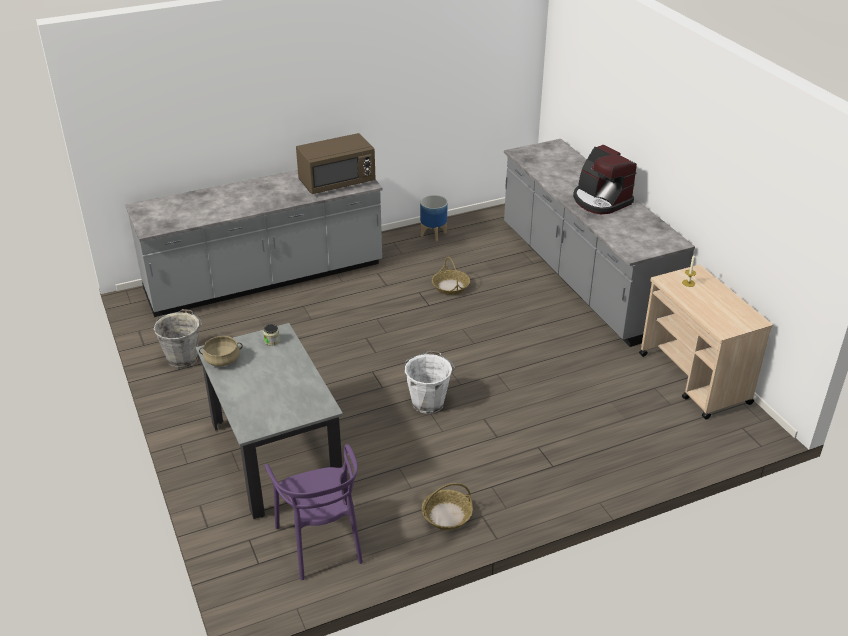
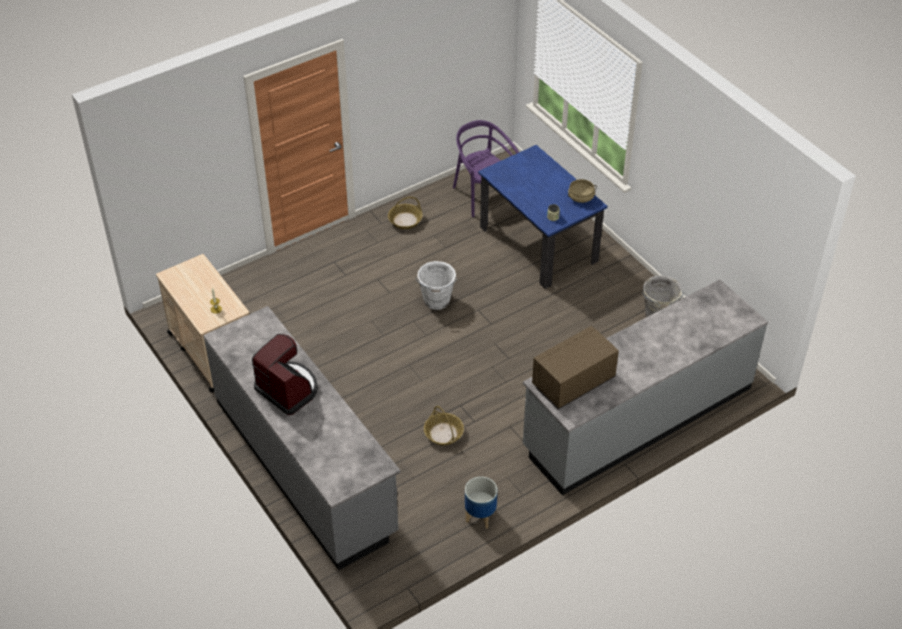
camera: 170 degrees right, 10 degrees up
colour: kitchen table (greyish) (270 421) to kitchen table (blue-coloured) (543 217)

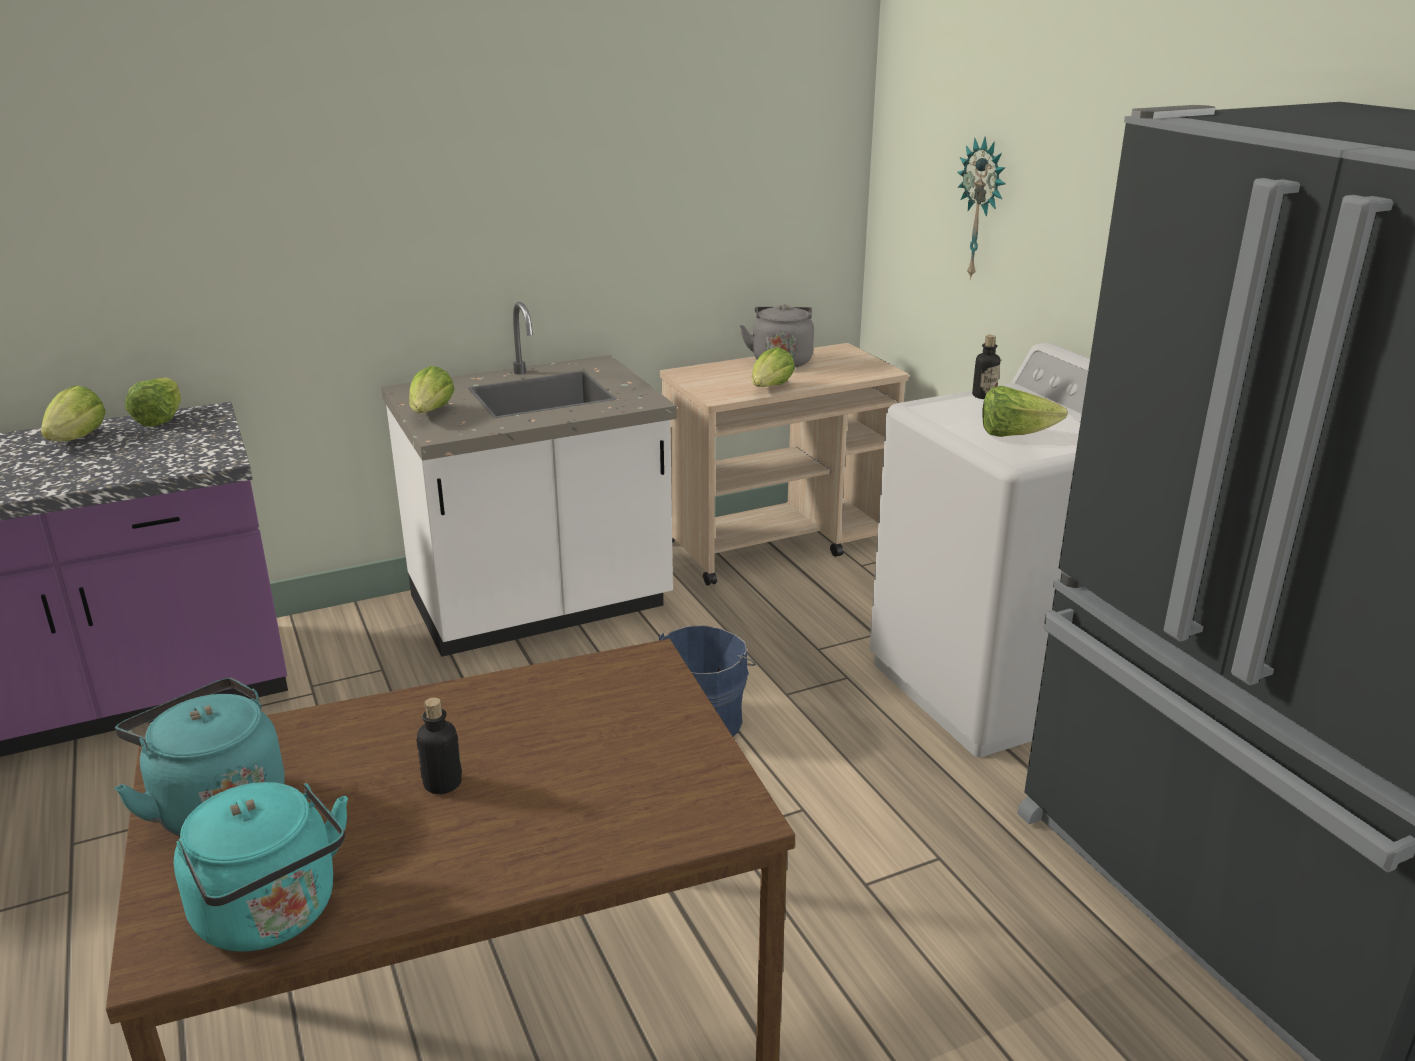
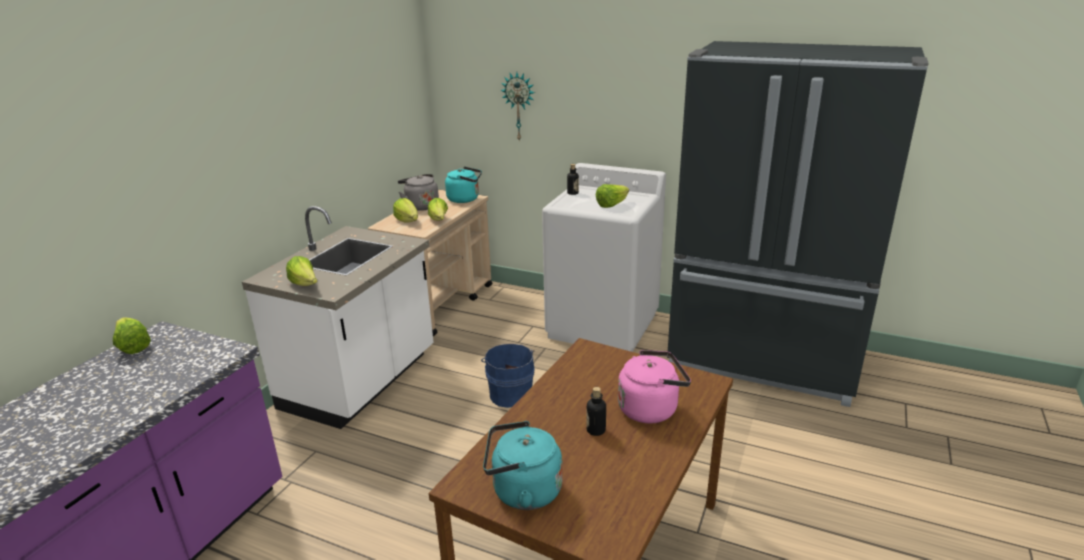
camera: 40 degrees left, 0 degrees up
appeared: water kettle (pinkish) (654 386)
relocated: lettuce (73 413) to (405 210); water kettle (blue-green) (261 867) to (463 185)

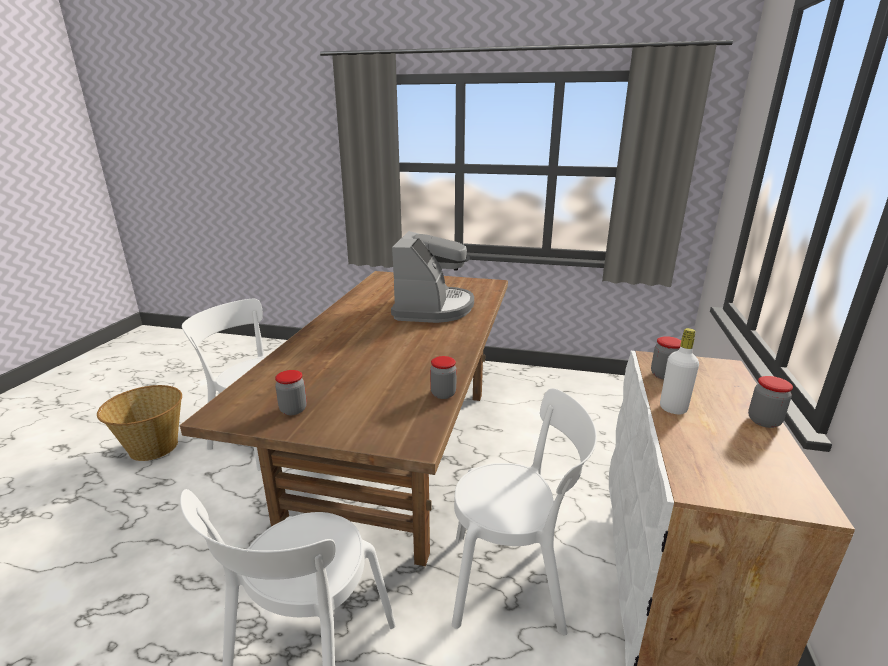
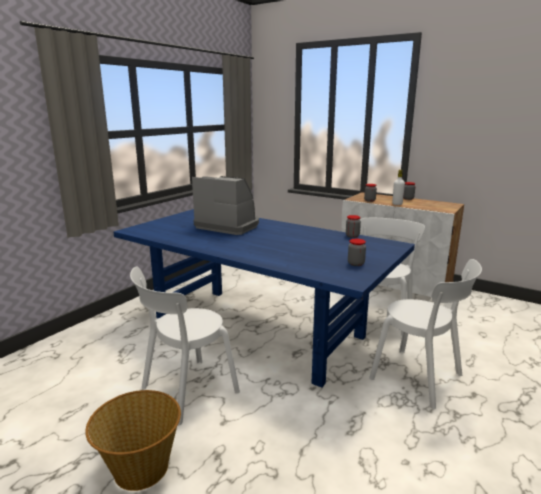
camera: 70 degrees left, 5 degrees down
colour: kitchen table (brown) (344 418) to kitchen table (blue-coloured) (264 298)

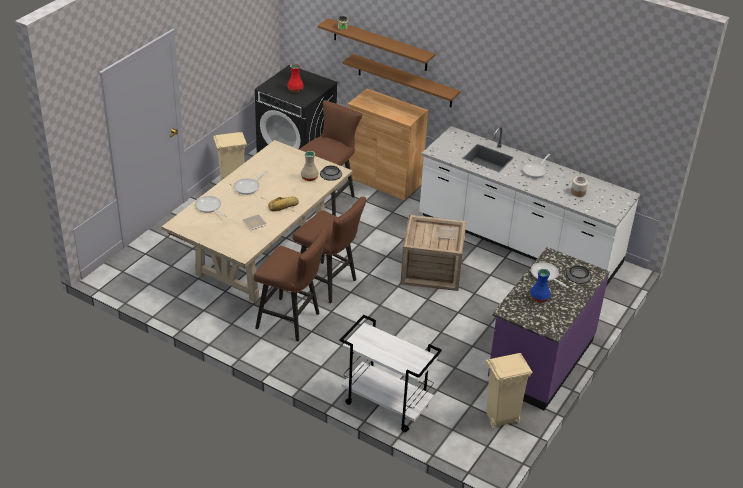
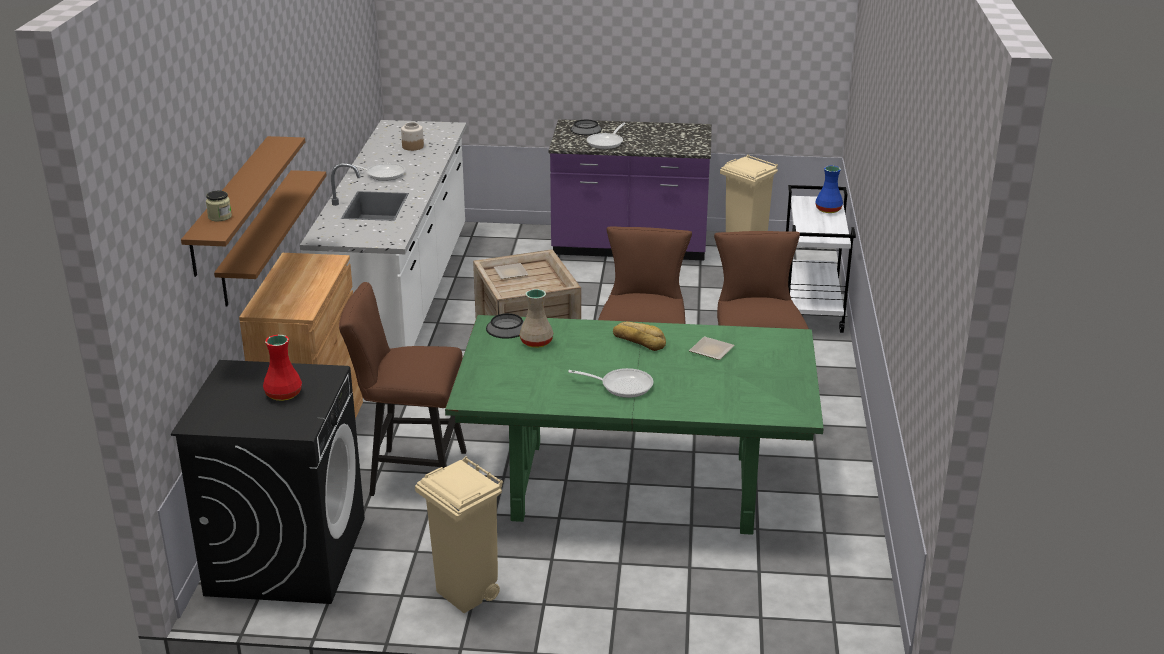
camera: 115 degrees left, 10 degrees down
missing: frying pan (211 206)
relocated: vase (blue-coloured) (540 285) to (829 189)
colour: kitchen table (beige) (257 221) to kitchen table (greenish) (634 425)

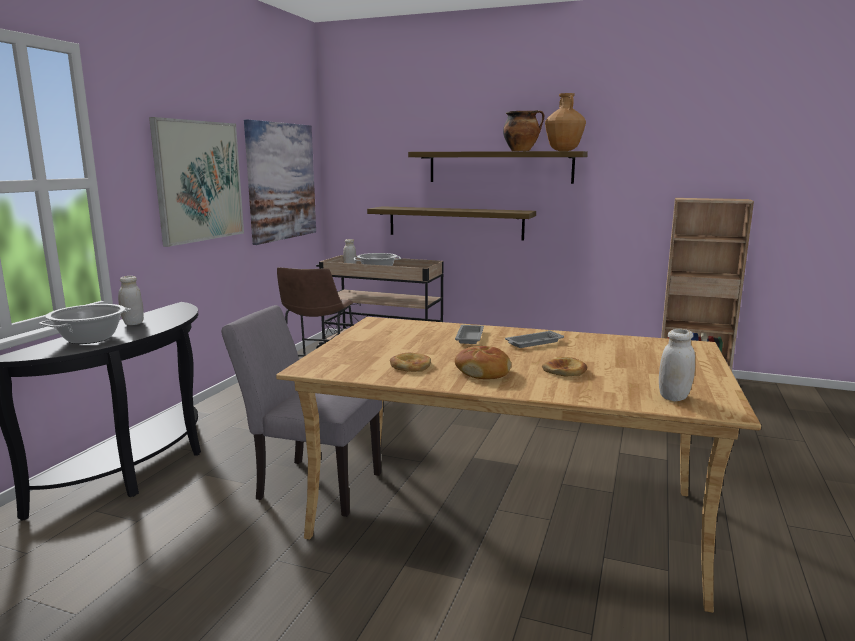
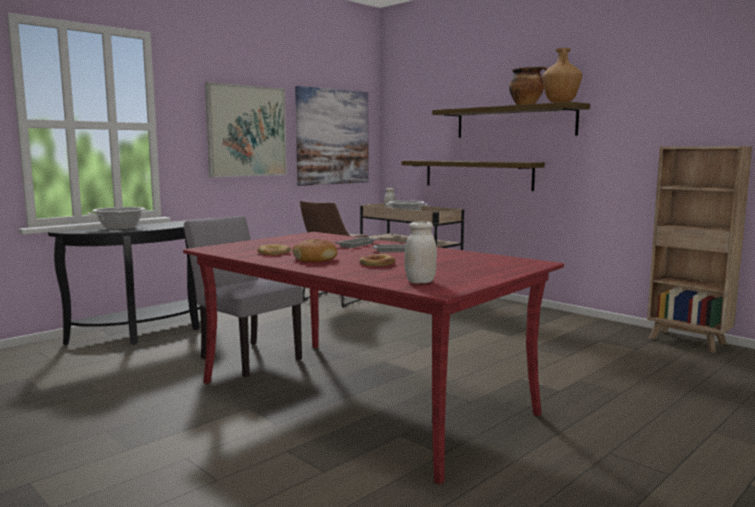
camera: 25 degrees right, 5 degrees down
missing: storage jar (white) (131 300)
colour: kitchen table (beige) (518 465) to kitchen table (reddish) (373 358)

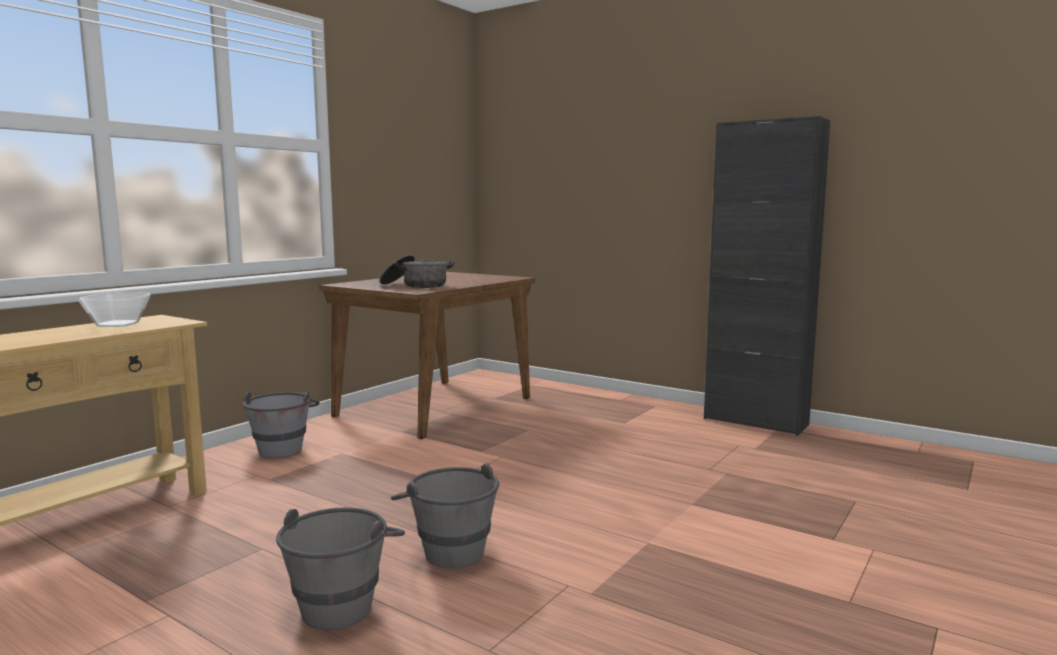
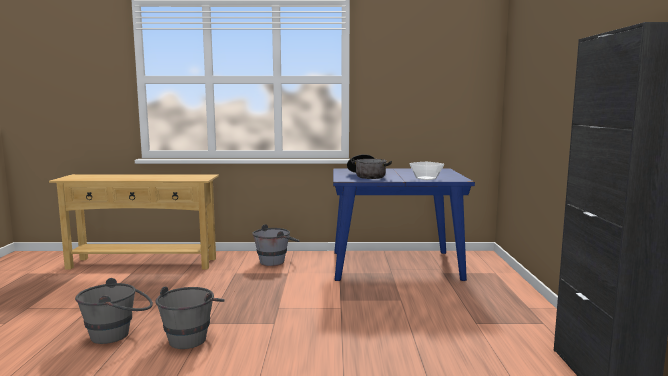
camera: 55 degrees right, 0 degrees up
relocated: bowl (114 309) to (427 171)
colour: kitchen table (brown) (427 355) to kitchen table (blue-coloured) (404 224)

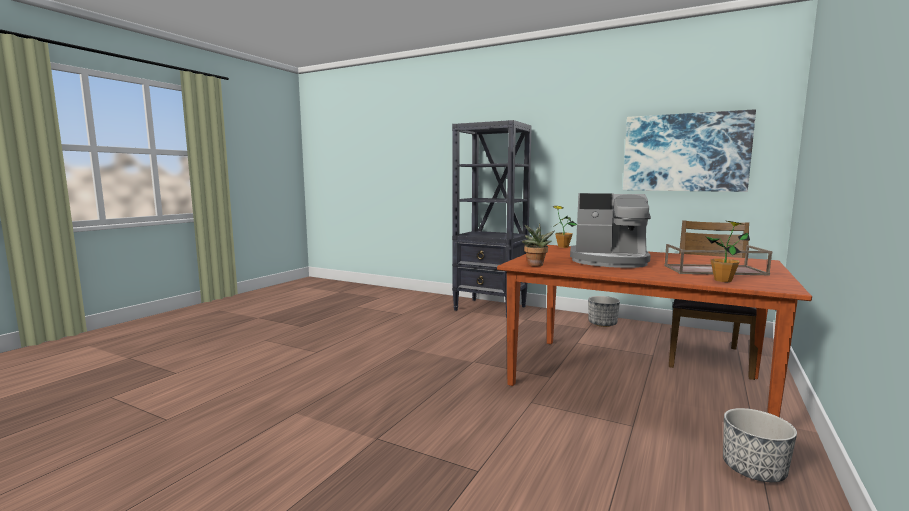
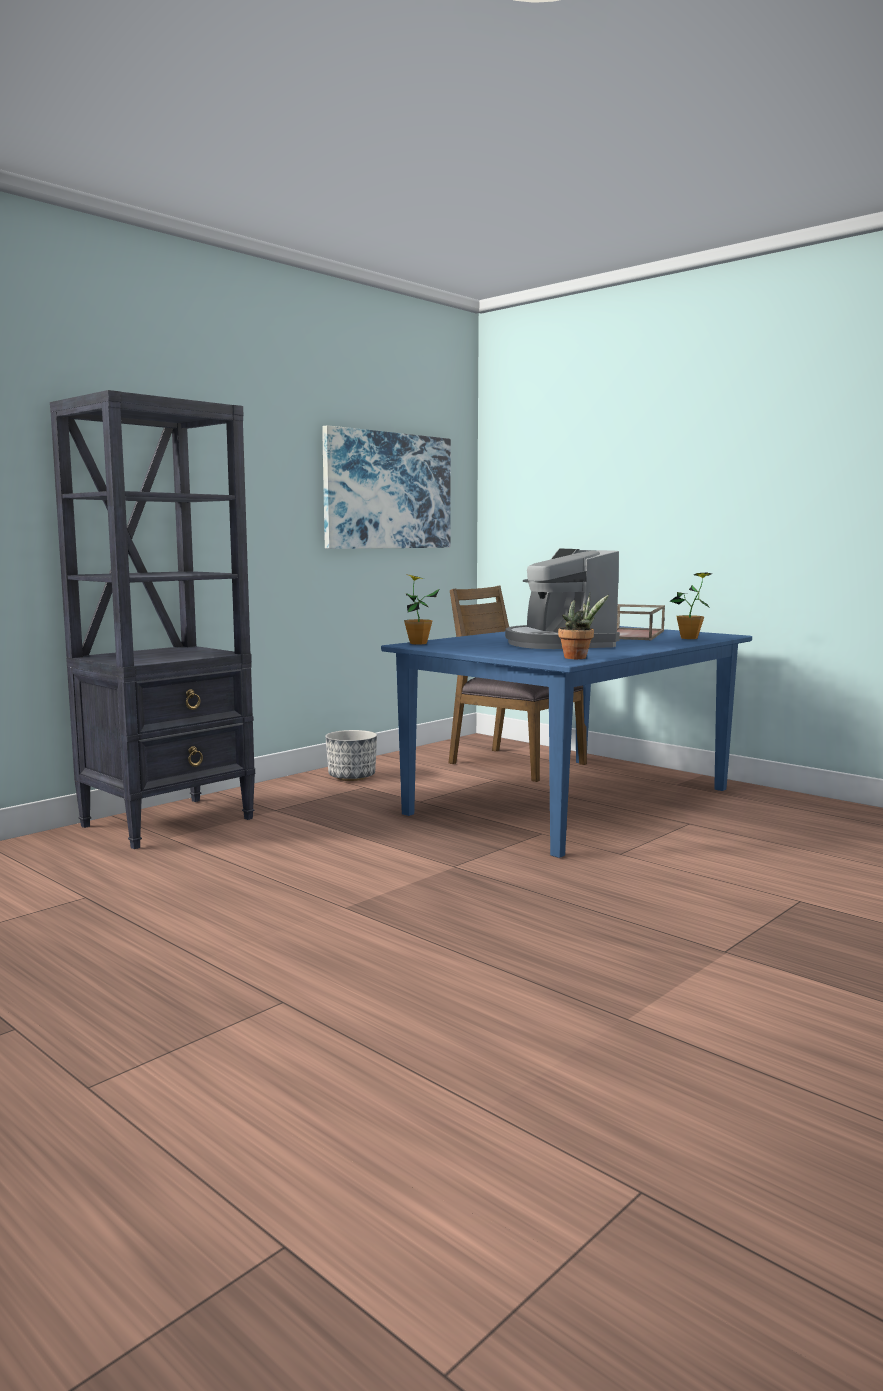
camera: 75 degrees left, 0 degrees up
missing: flower pot (760 445)
colour: kitchen table (brown) (654 331) to kitchen table (blue-coloured) (566 742)
spun: coffee maker (610 230) = (562 599) 135 degrees clockwise

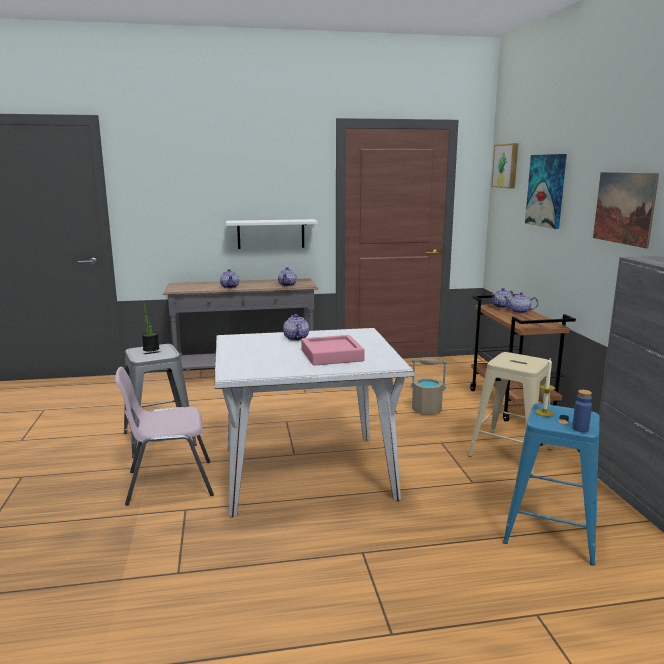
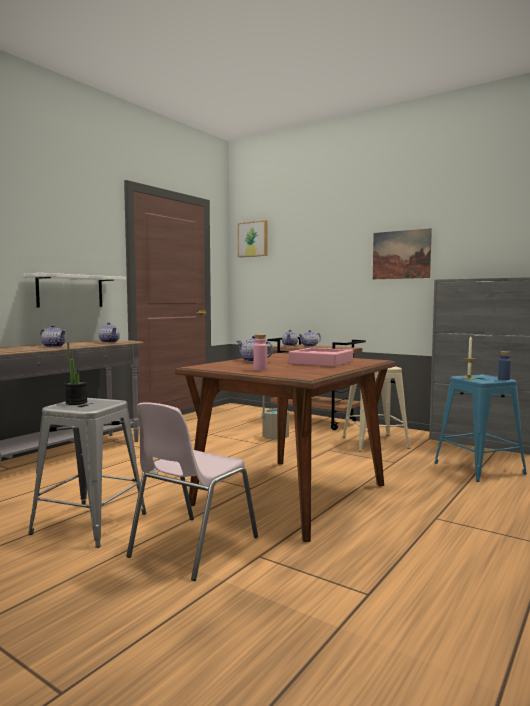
camera: 45 degrees left, 10 degrees down
missing: picture (546 191)
appeared: drink bottle (pinkish) (260 352)
colour: kitchen table (white) (314 422) to kitchen table (brown) (285 447)

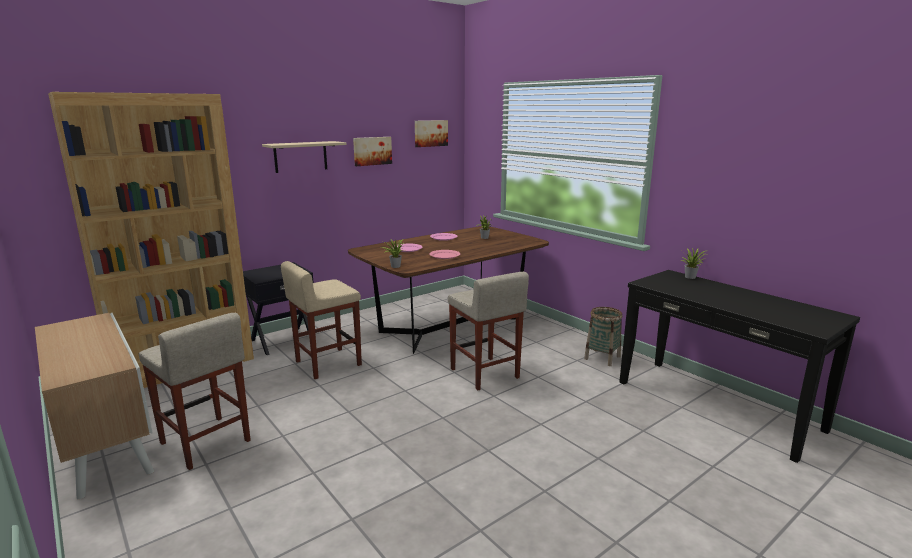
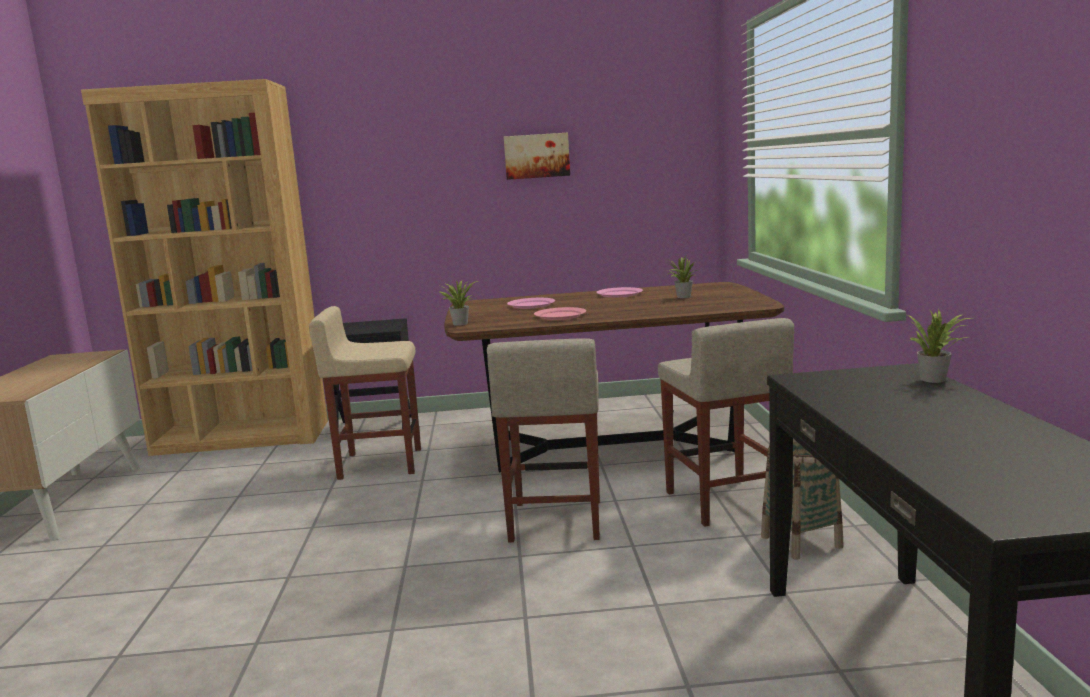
camera: 35 degrees right, 5 degrees down
missing: wall shelf (beige) (304 157); picture (431 133)
relocated: stool seat (beige) (195 391) to (726 422)

